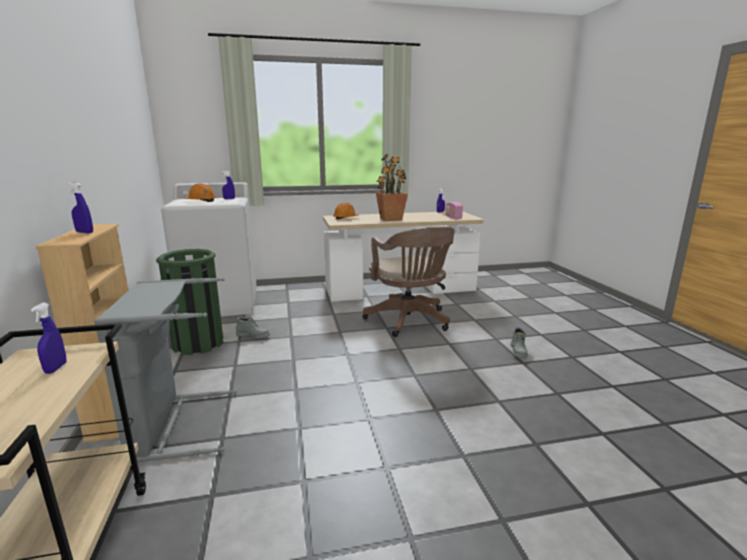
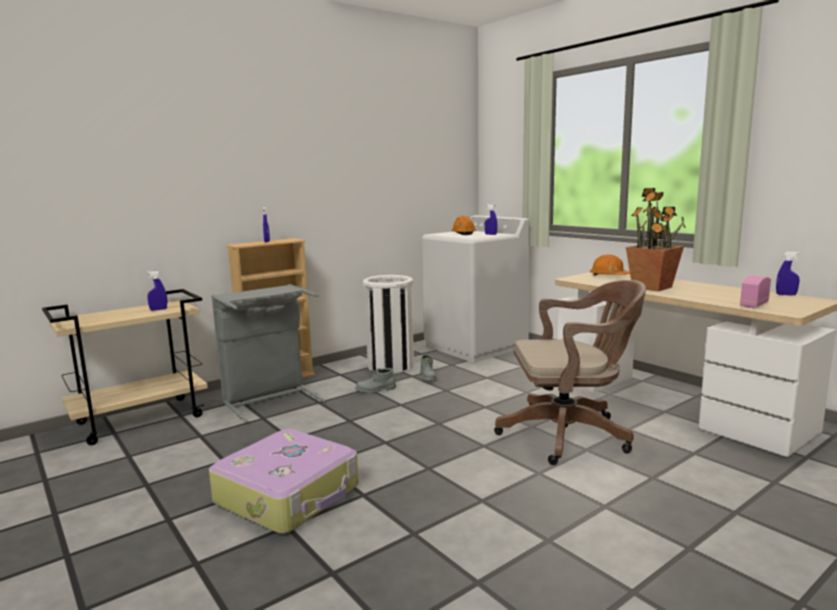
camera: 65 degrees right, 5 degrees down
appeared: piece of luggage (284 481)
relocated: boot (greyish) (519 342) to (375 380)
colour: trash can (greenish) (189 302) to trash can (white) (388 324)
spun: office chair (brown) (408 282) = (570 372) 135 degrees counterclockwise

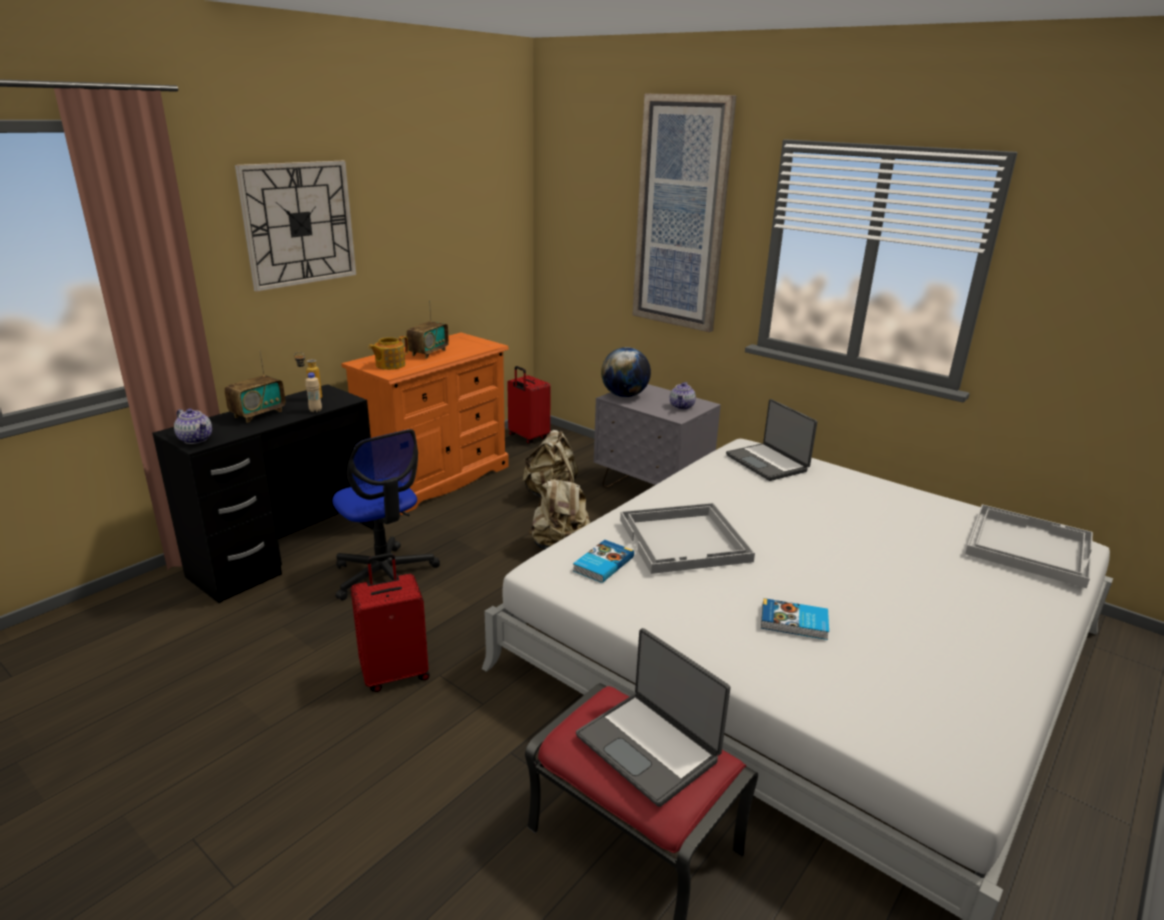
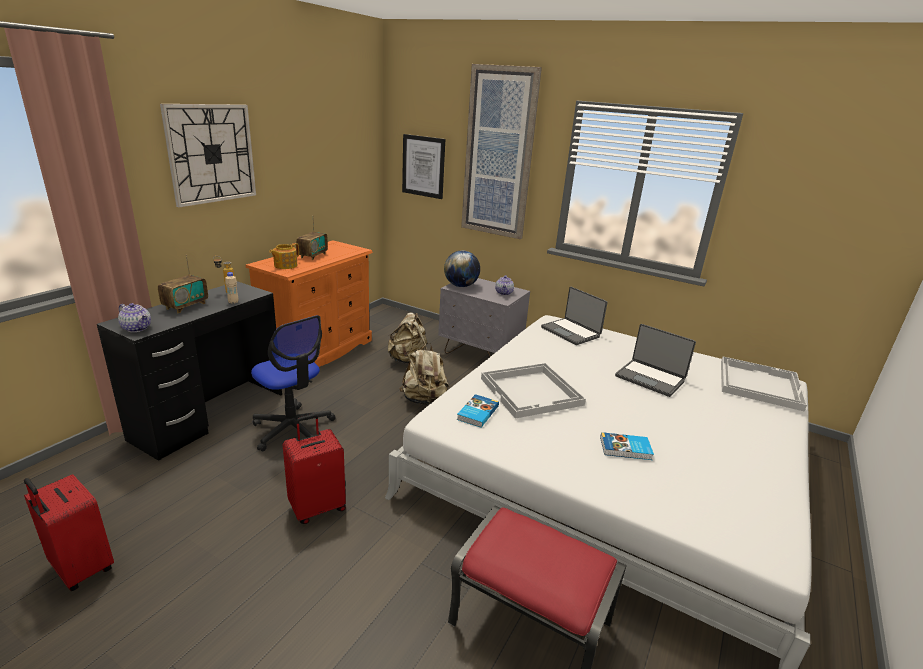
camera: 10 degrees left, 0 degrees up
appeared: picture (423 166)
relocated: piece of luggage (reddish) (529 405) to (69 532); portable computer (653 717) to (655 360)

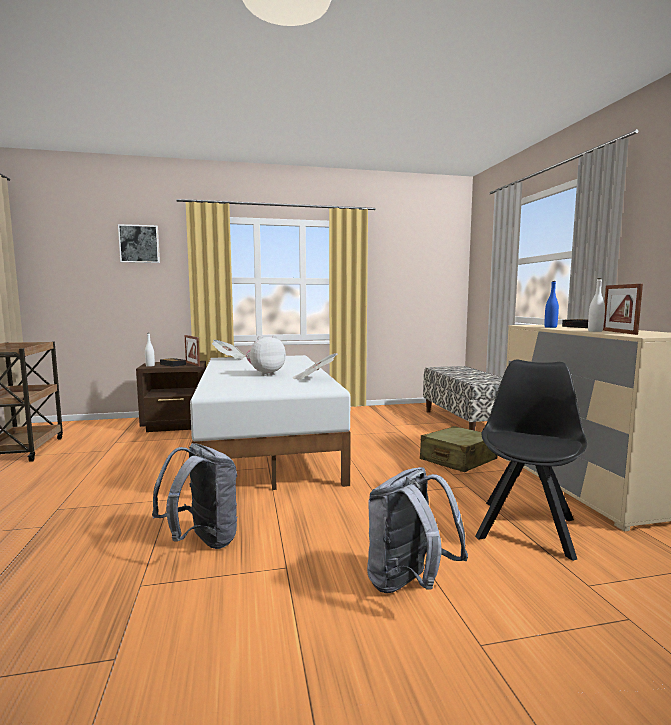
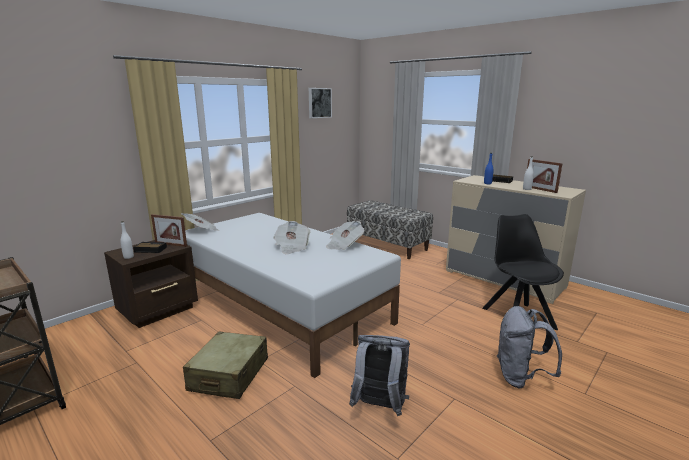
camera: 35 degrees left, 10 degrees up
relocated: picture (139 243) to (320 103); piece of luggage (beige) (459 449) to (225 365)
exchanged: cuddly toy (266 355) to newspaper (291 237)

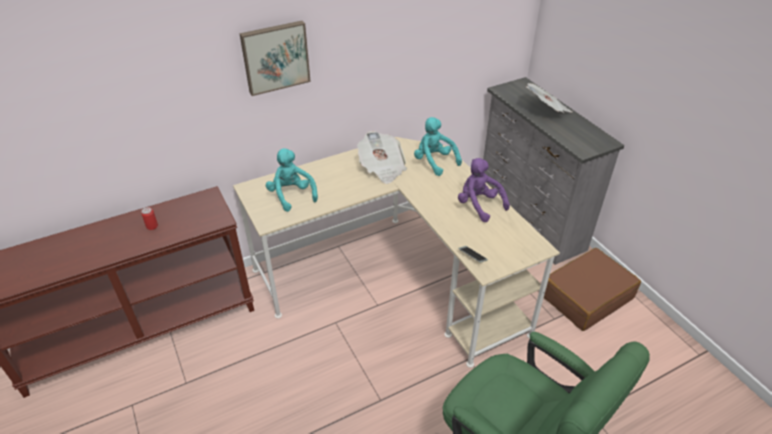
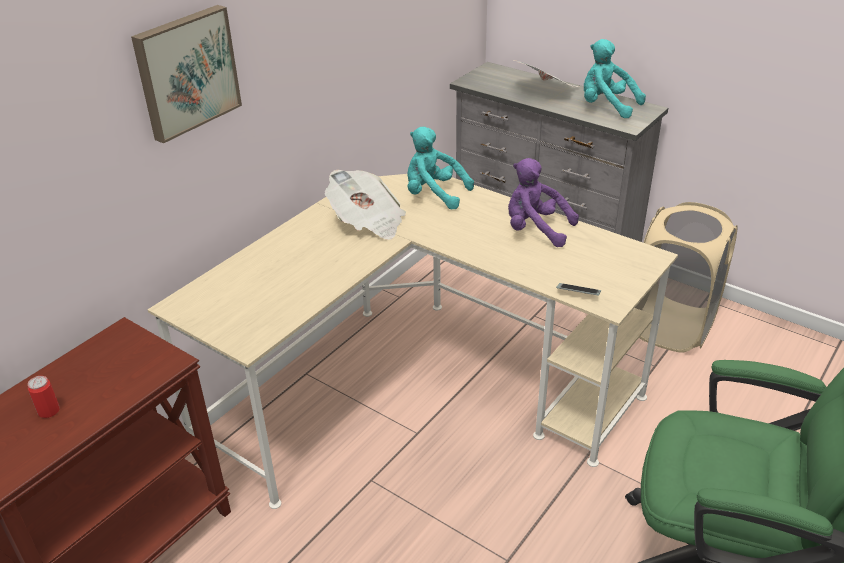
camera: 25 degrees left, 5 degrees down
relocated: cuddly toy (blue-green) (292 180) to (615 78)
exchanged: piece of luggage (brown) (592 289) to washing basket (beige) (686 277)

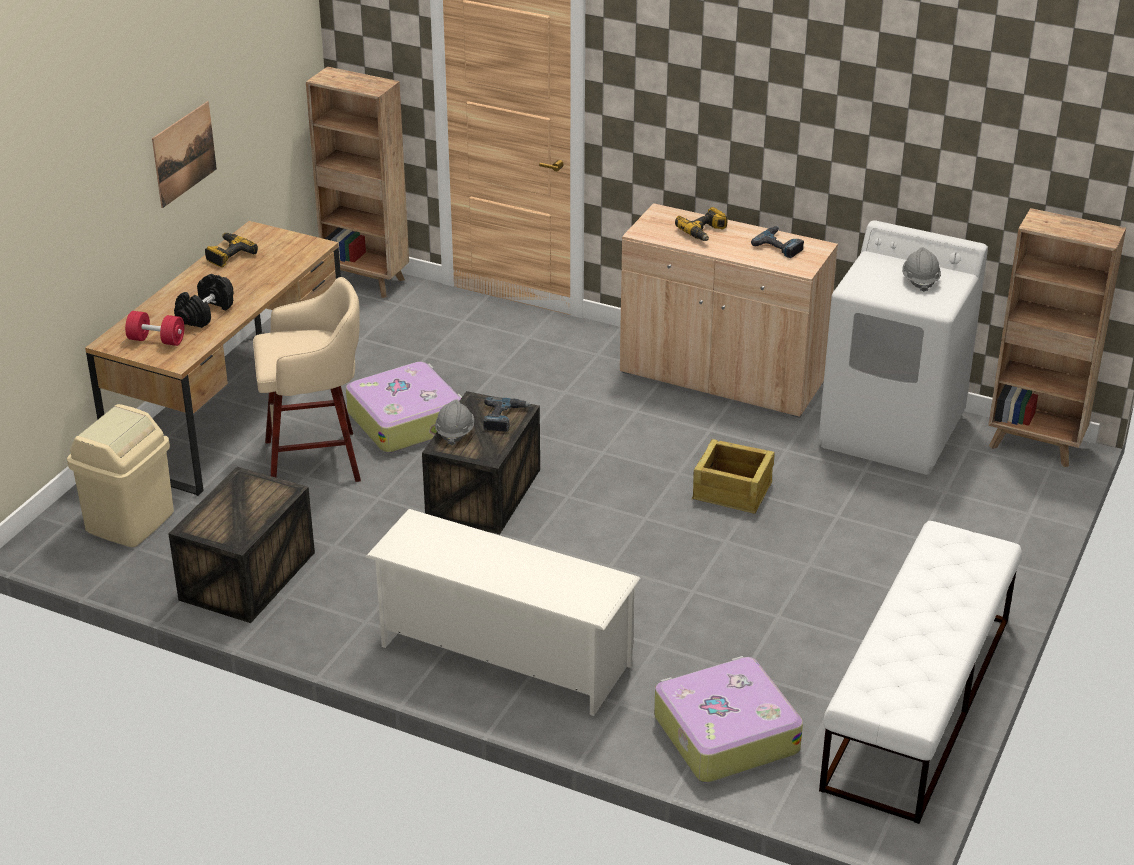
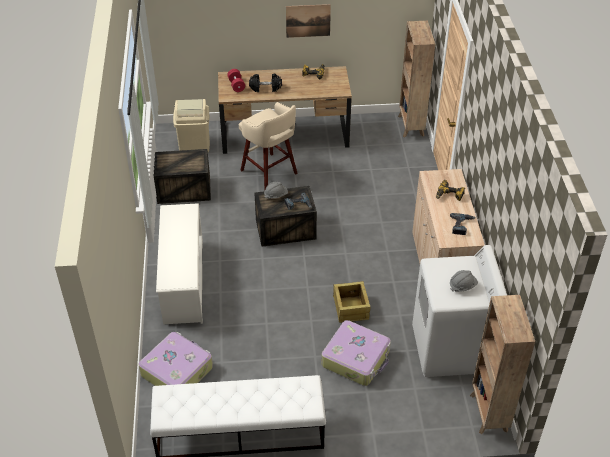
camera: 60 degrees right, 10 degrees up
relocated: piece of luggage (404 407) to (356 353)

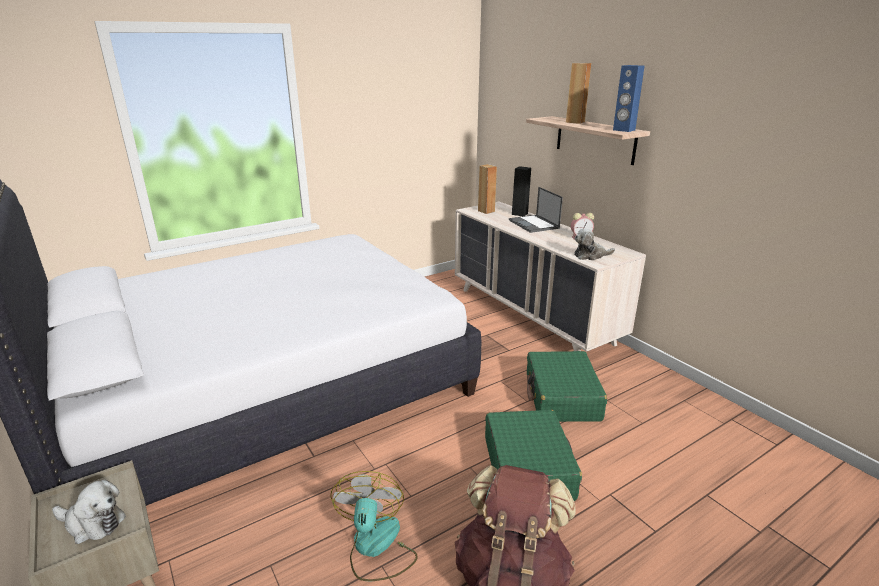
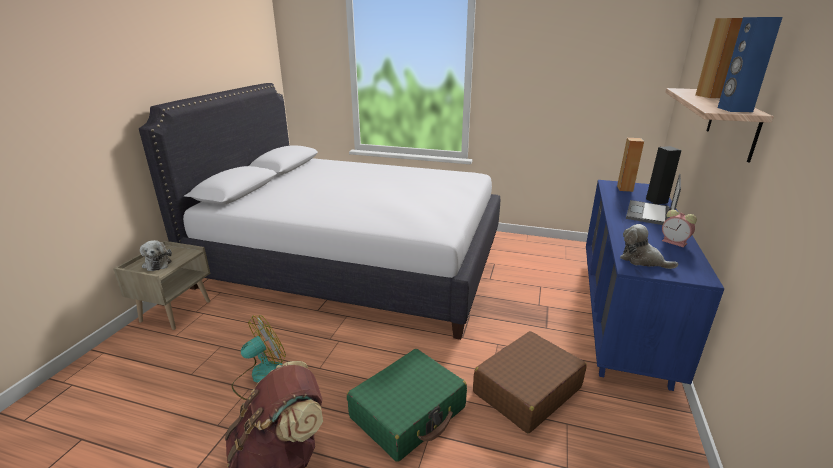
camera: 50 degrees right, 0 degrees up
colour: chest of drawers (beige) (550 277) to chest of drawers (blue-coloured) (655 285); piece of luggage (greenish) (567 386) to piece of luggage (brown) (530 382)

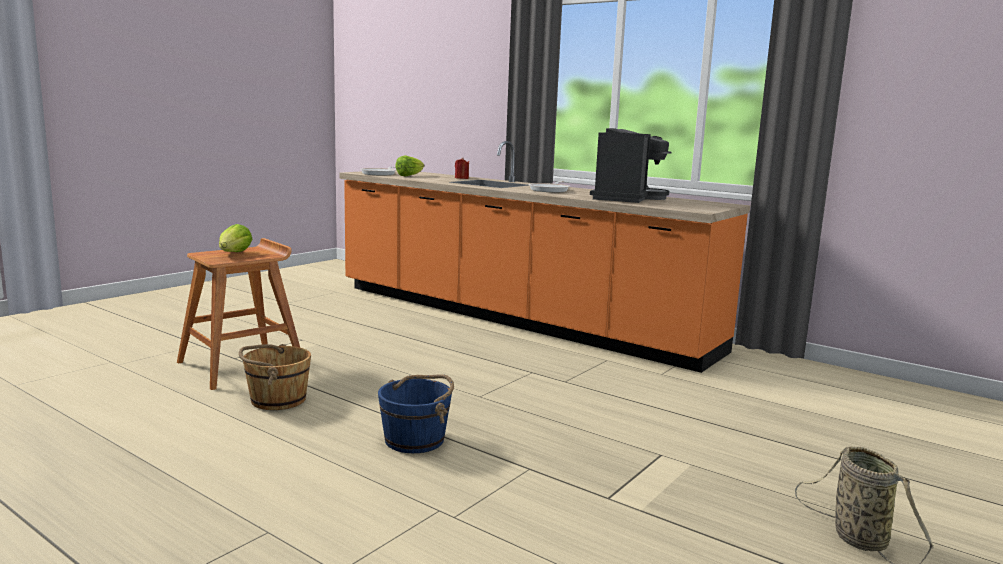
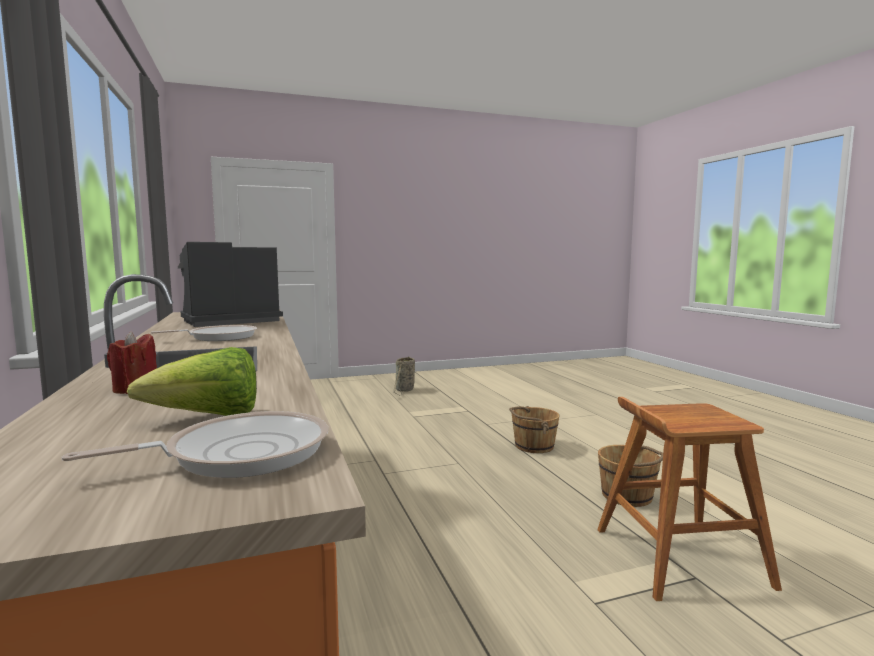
camera: 145 degrees left, 5 degrees down
missing: lettuce (235 238)
colour: bucket (blue-coloured) (416 413) to bucket (brown) (534 429)

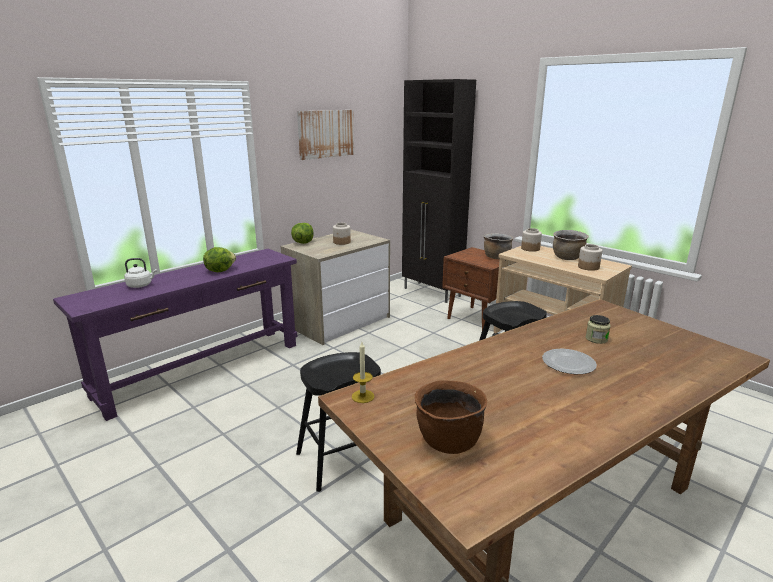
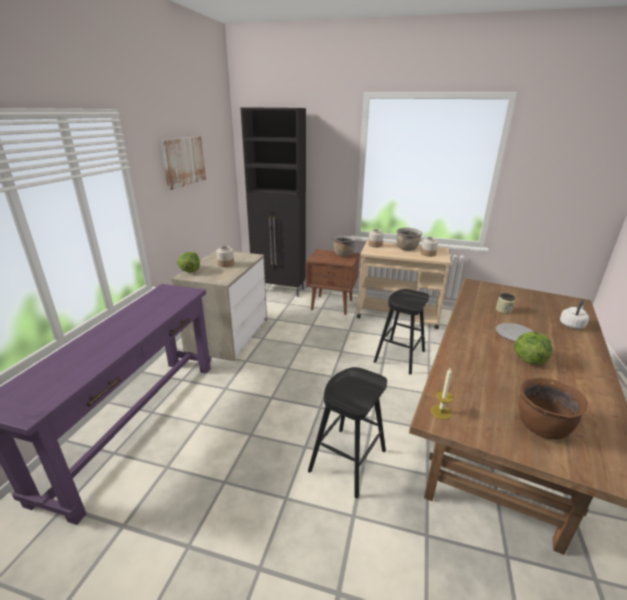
camera: 30 degrees left, 5 degrees up
relocated: water kettle (white) (140 273) to (574 314); lettuce (219 259) to (533 348)

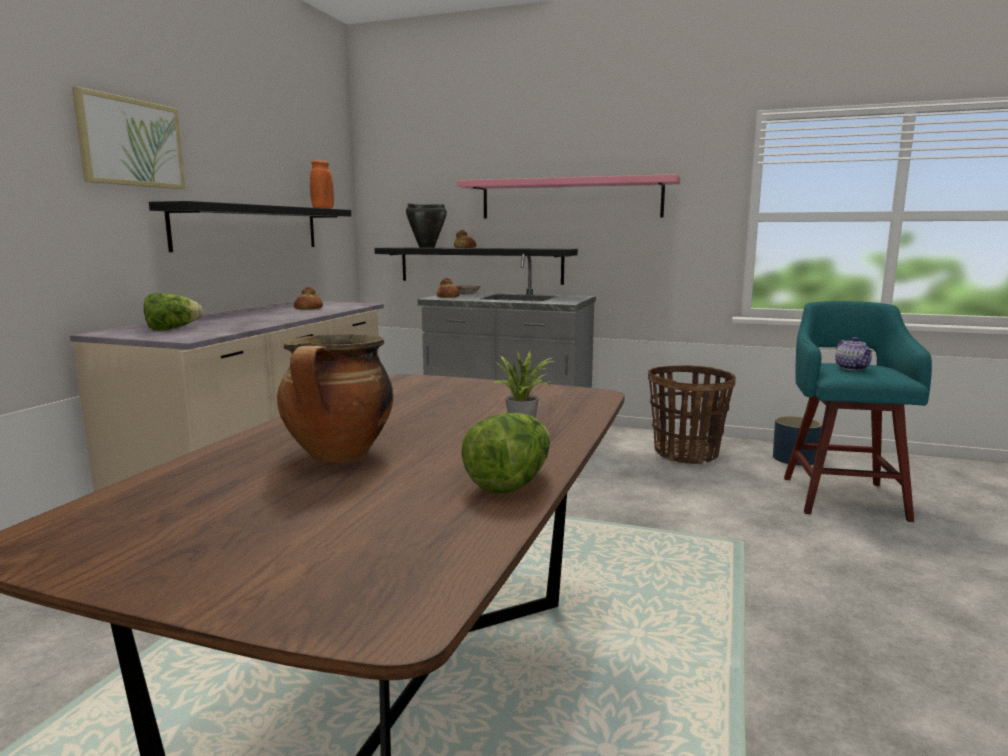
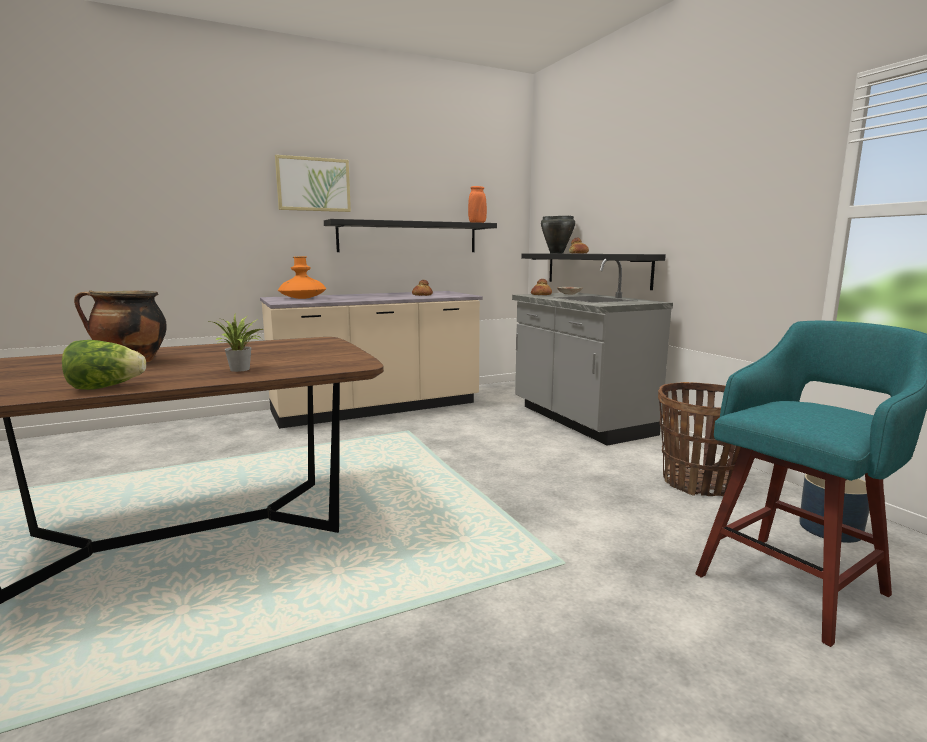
camera: 45 degrees right, 0 degrees up
missing: wall shelf (pinkish) (569 196); tea pot (854 353)
exchanged: lettuce (173 311) to vase (orangey) (302 277)

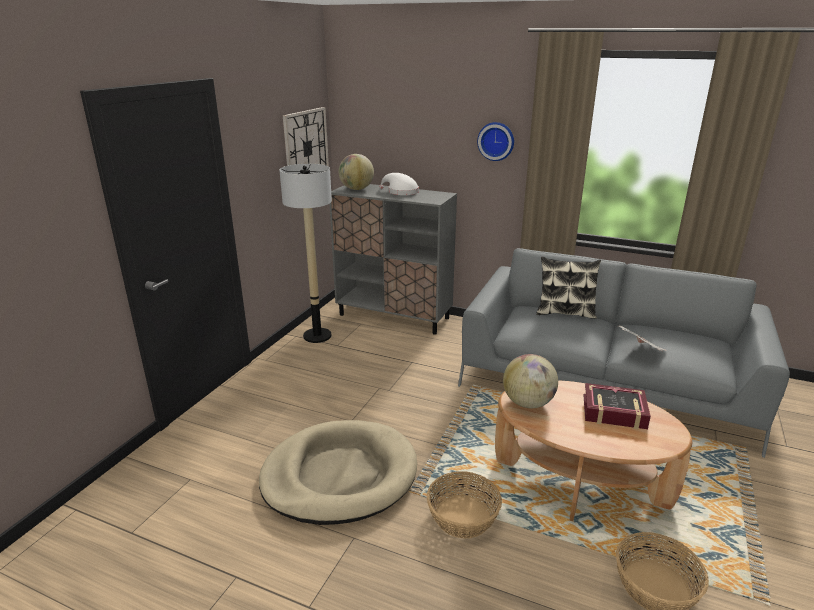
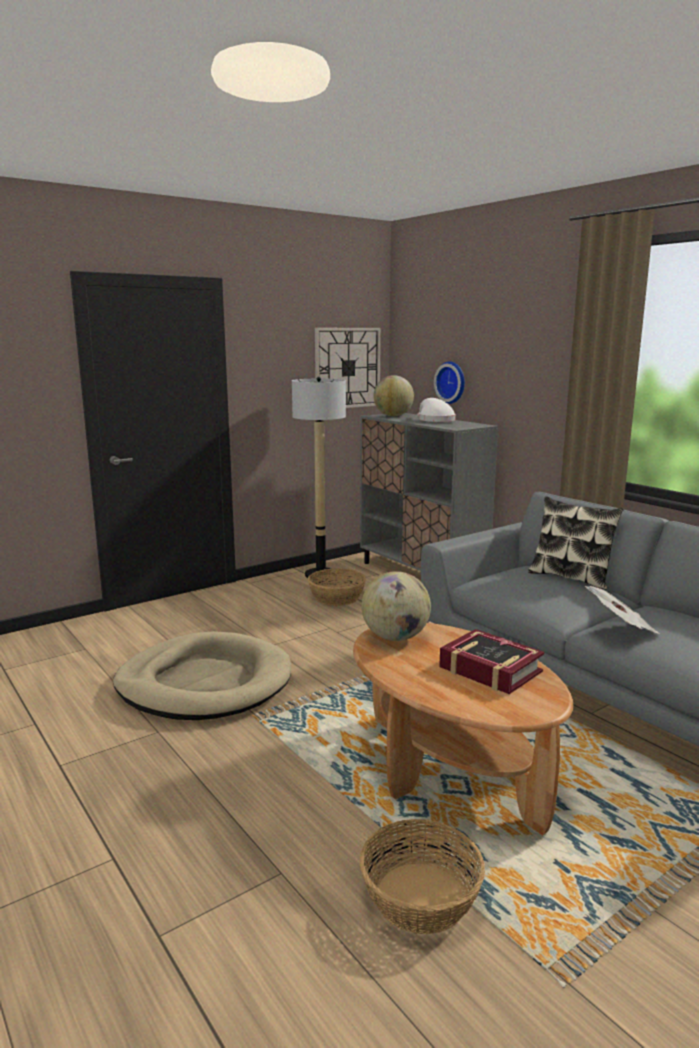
camera: 30 degrees right, 10 degrees down
relocated: basket (464 504) to (337 587); clock on the wall (495 141) to (449 382)

